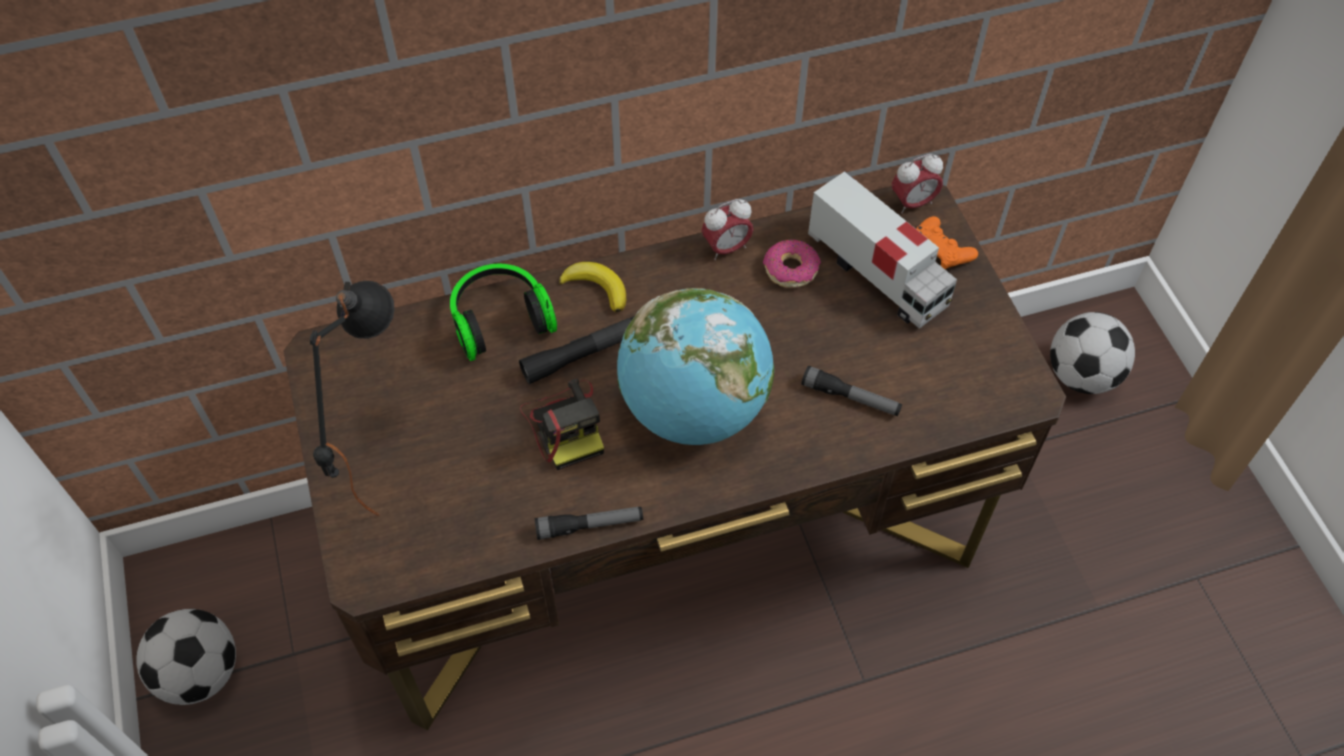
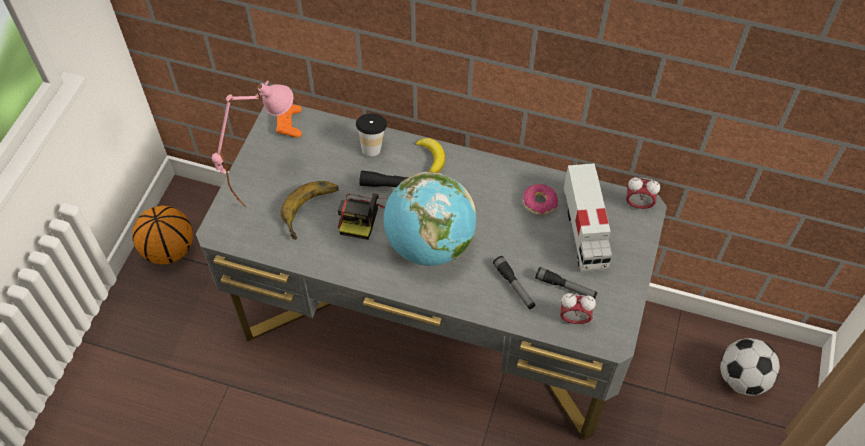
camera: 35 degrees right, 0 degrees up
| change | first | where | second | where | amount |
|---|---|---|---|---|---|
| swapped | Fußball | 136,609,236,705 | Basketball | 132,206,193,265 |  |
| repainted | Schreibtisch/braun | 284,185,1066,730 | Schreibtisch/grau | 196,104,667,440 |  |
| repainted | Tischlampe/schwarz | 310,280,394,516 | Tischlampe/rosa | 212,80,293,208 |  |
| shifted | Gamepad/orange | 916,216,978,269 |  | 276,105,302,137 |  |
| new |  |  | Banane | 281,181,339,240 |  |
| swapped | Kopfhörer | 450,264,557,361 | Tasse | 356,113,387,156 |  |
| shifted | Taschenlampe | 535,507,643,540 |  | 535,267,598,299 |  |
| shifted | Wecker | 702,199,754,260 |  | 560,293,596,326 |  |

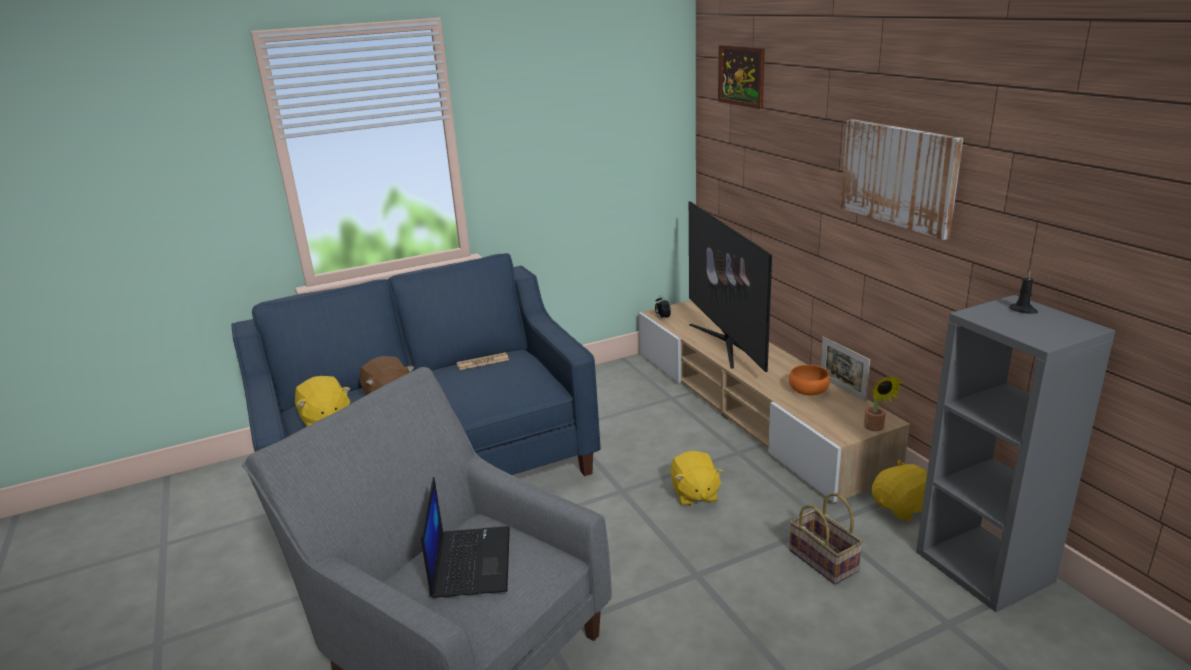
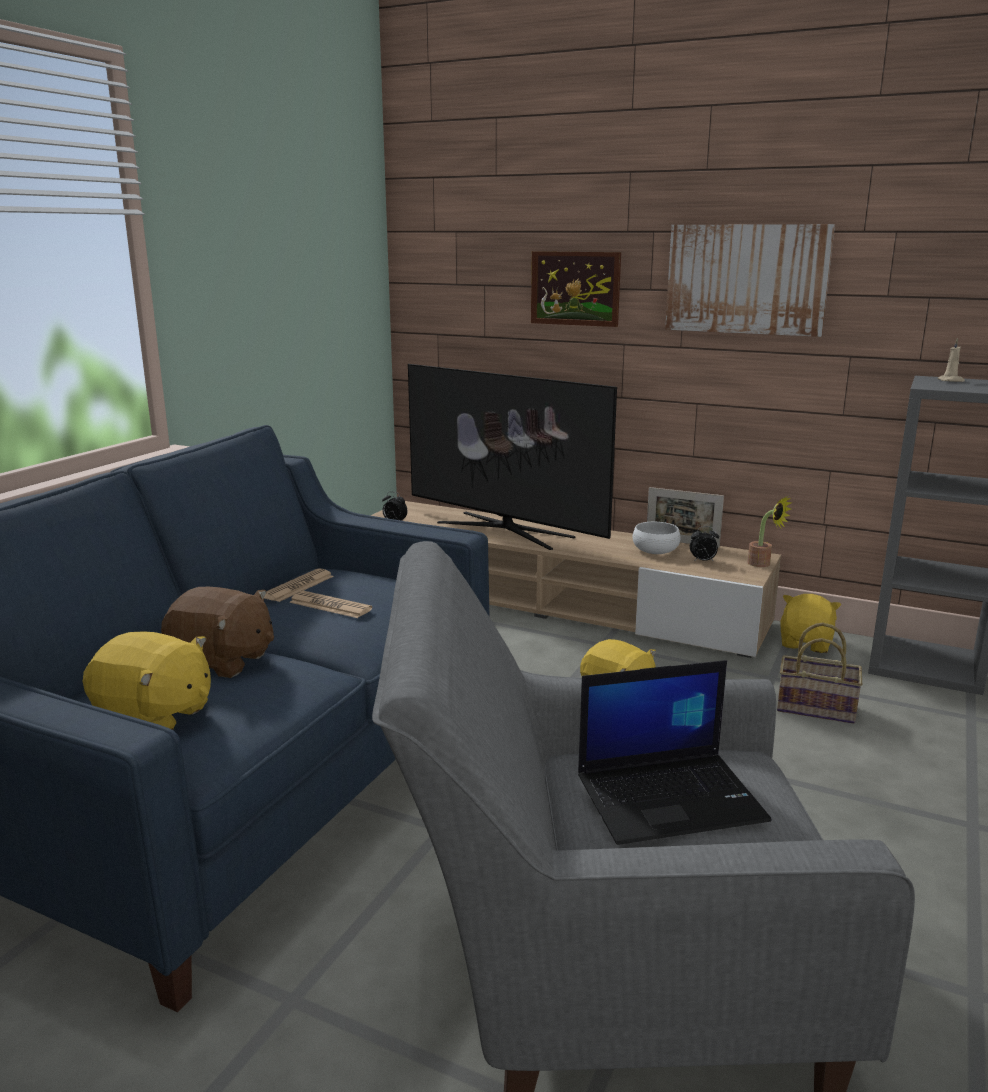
camera: 40 degrees left, 5 degrees down
| change | first | where | second | where | amount |
|---|---|---|---|---|---|
| new |  |  | Zeitung | 289,591,373,618 |  |
| shifted | Bild | 718,45,765,109 |  | 531,251,621,327 |  |
| rotated | Laptop | 421,477,510,598 |  | 578,660,772,845 | 120 degrees clockwise |
| repainted | Schüssel/orange | 789,365,830,395 | Schüssel/weiß | 633,522,681,554 |  |
| new |  |  | Wecker | 690,526,719,562 |  |
| repainted | Kerze/schwarz | 1010,271,1038,314 | Kerze/beige | 937,338,965,382 |  |

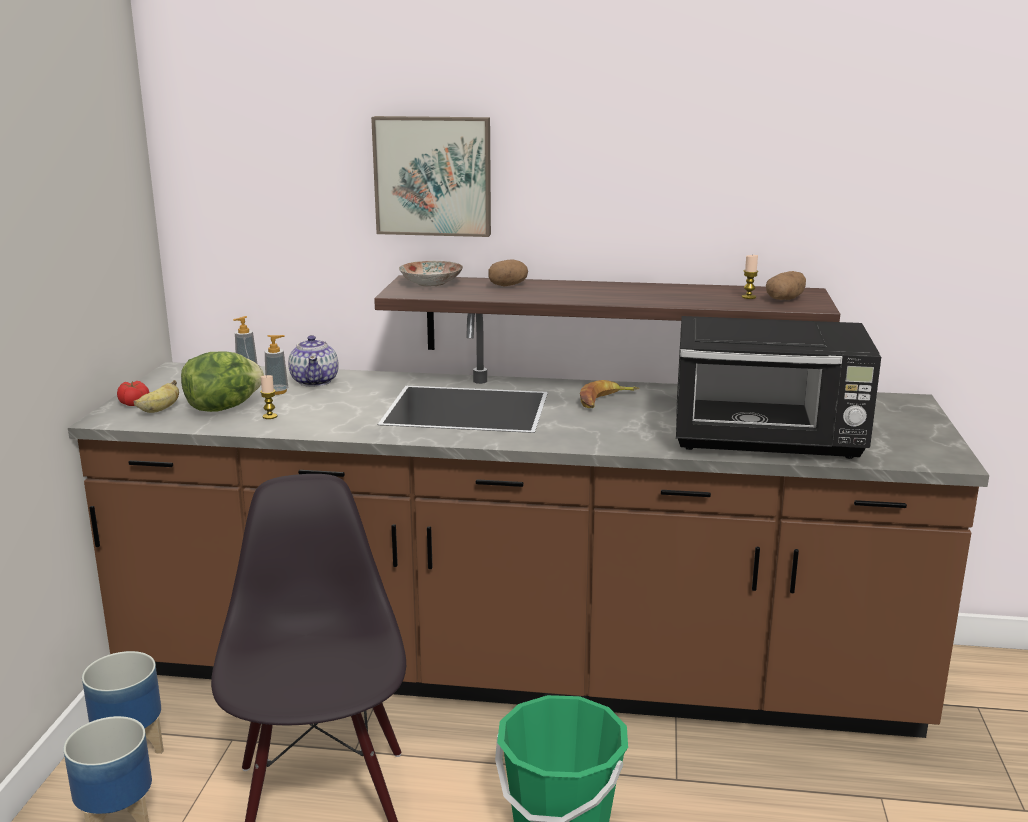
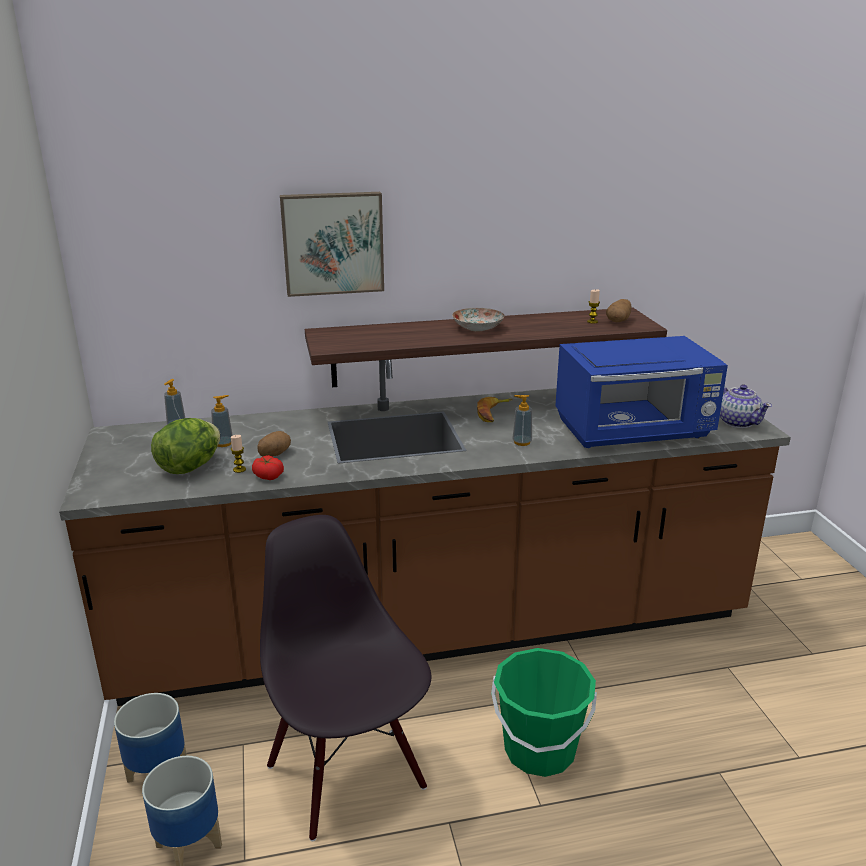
camera: 20 degrees left, 5 degrees up
| change | first | where | second | where | amount |
|---|---|---|---|---|---|
| shifted | Tomate | 117,381,150,406 |  | 252,455,284,480 |  |
| shifted | Kartoffel | 488,259,528,286 |  | 257,431,291,457 |  |
| shifted | Teller | 399,261,463,286 |  | 452,308,505,332 |  |
| new |  |  | Seifenspender | 512,395,532,446 |  |
| repainted | Mikrowelle/schwarz | 676,316,881,459 | Mikrowelle/blau | 555,336,728,448 |  |
| shifted | Teekanne | 288,335,339,387 |  | 720,384,772,428 |  |
| gone | Banane | 133,380,179,413 |  |  |  |

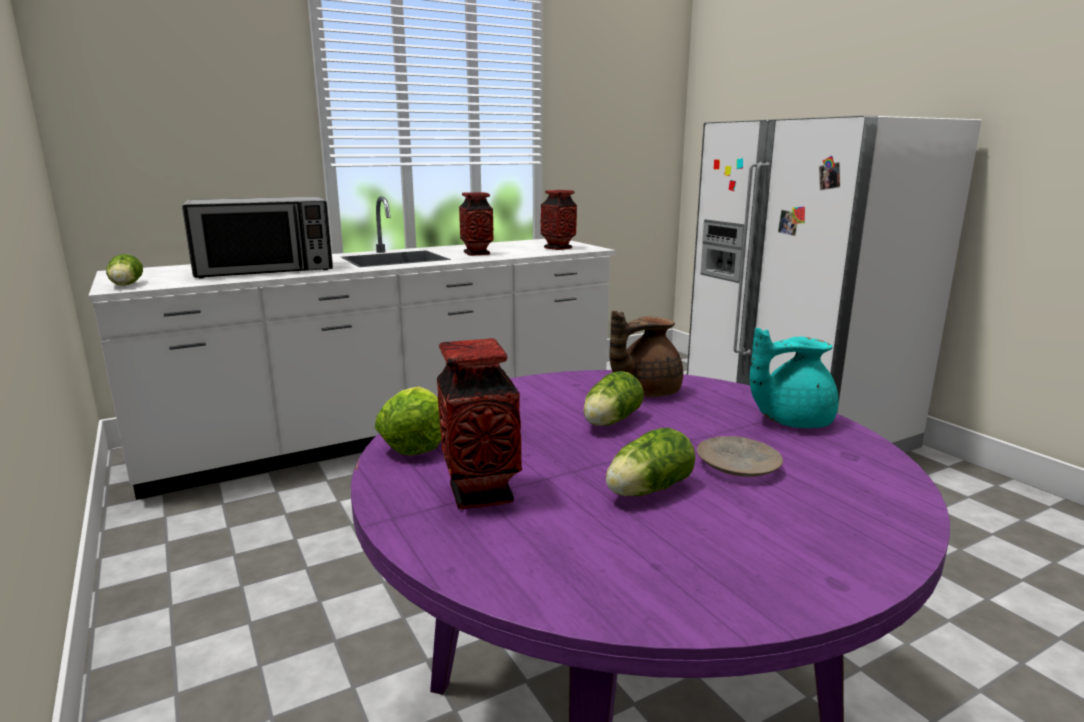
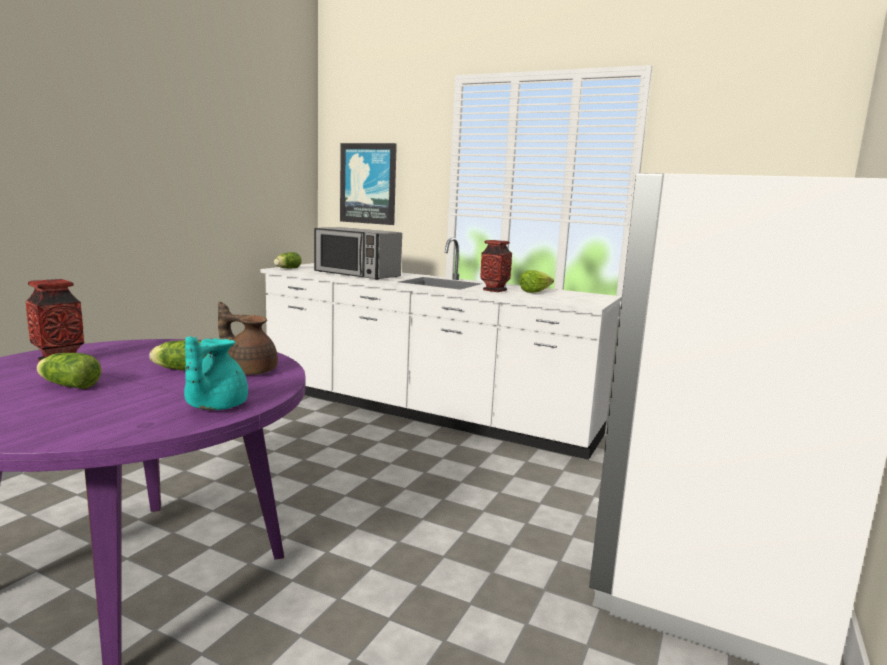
camera: 55 degrees right, 5 degrees down
| change | first | where | second | where | amount |
|---|---|---|---|---|---|
| rotated | Teekanne/türkis | 750,328,839,428 |  | 184,336,248,410 | 120 degrees counterclockwise |
| new |  |  | Bild | 340,143,397,225 |  |
| shifted | Salatkopf | 375,387,441,456 |  | 519,270,554,293 |  |
| gone | Vase | 540,190,577,250 |  |  |  |
| gone | Teller/beige | 697,436,783,477 |  |  |  |

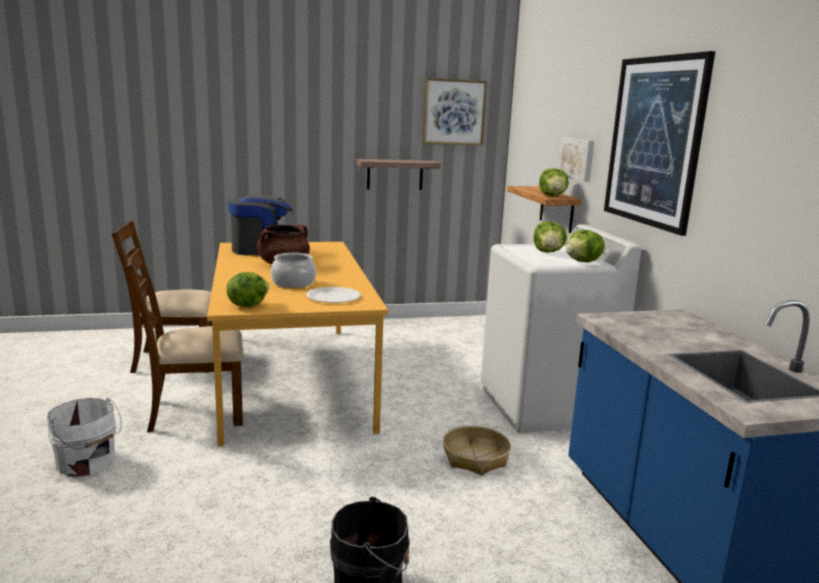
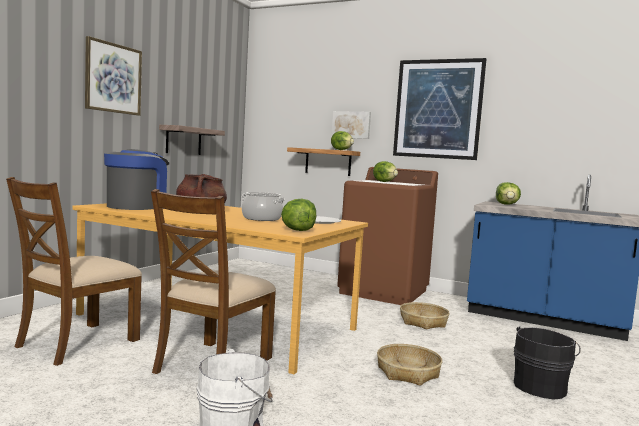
camera: 50 degrees left, 10 degrees down
| change | first | where | second | where | amount |
|---|---|---|---|---|---|
| shifted | Bild | 423,78,487,145 |  | 85,36,142,116 |  |
| repainted | Waschmaschine/weiß | 481,225,641,433 | Waschmaschine/braun | 337,167,438,305 |  |
| new |  |  | Korb | 377,344,442,386 |  |
| shifted | Salatkopf | 566,230,605,262 |  | 496,182,521,205 |  |

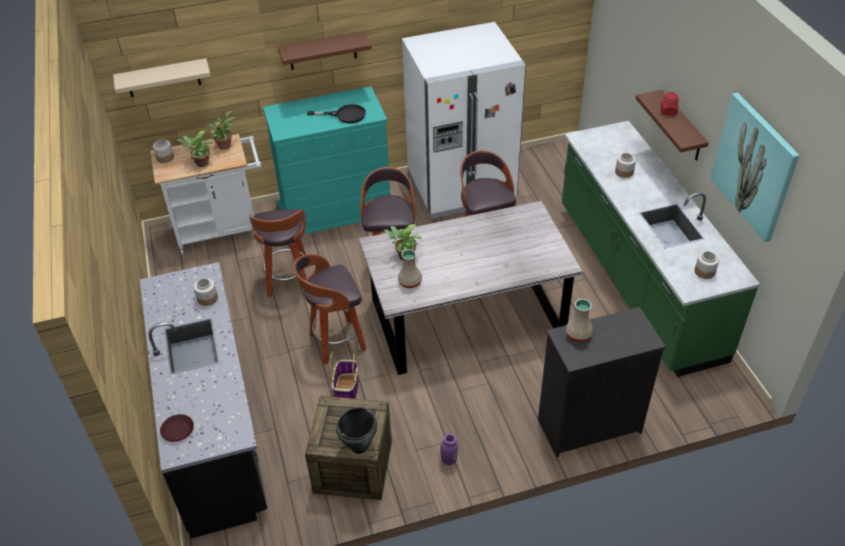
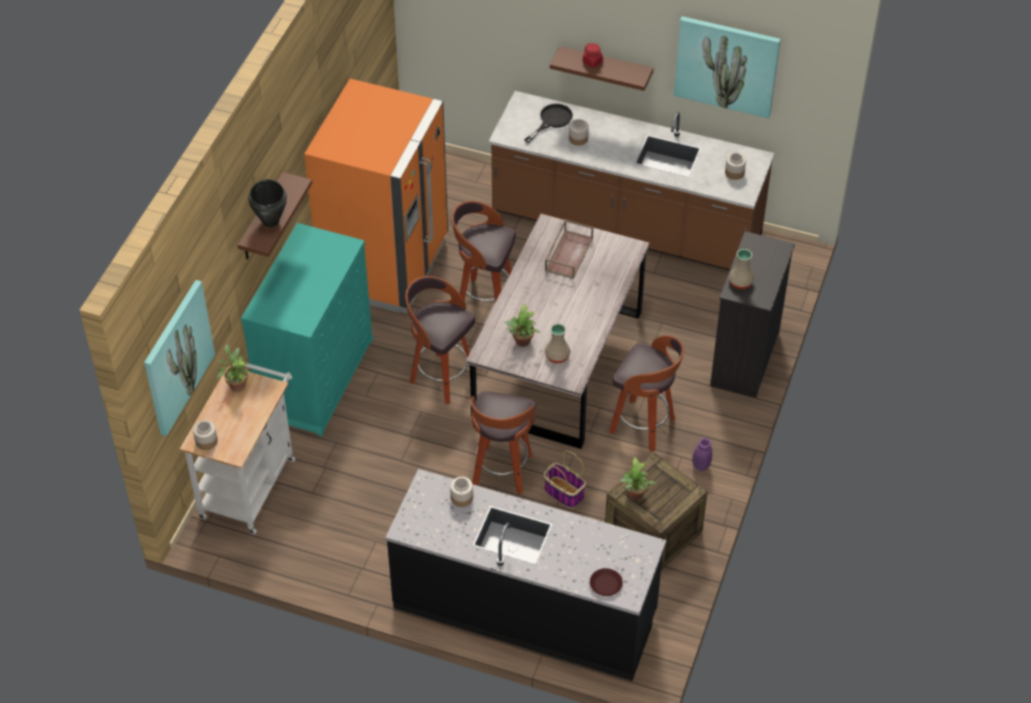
camera: 55 degrees left, 5 degrees up
| change | first | where | second | where | amount |
|---|---|---|---|---|---|
| swapped | Wandregal/beige | 113,58,211,97 | Bild | 144,280,215,436 |  |
| shifted | Kochtopf/schwarz | 336,407,377,454 |  | 248,179,287,227 |  |
| repainted | Kühlschrank/weiß | 402,22,526,219 | Kühlschrank/orange | 304,79,448,314 |  |
| repainted | Küchenzeile/grün | 562,121,760,377 | Küchenzeile/braun | 489,91,775,270 |  |
| shifted | Pfanne/schwarz | 307,104,366,123 |  | 524,104,573,143 |  |
| new |  |  | Tablett/braun | 545,219,593,279 |  |
| shifted | Hocker | 249,209,307,298 |  | 609,336,684,452 |  |
| shifted | Topfpflanze | 177,131,213,167 |  | 620,457,656,500 |  |

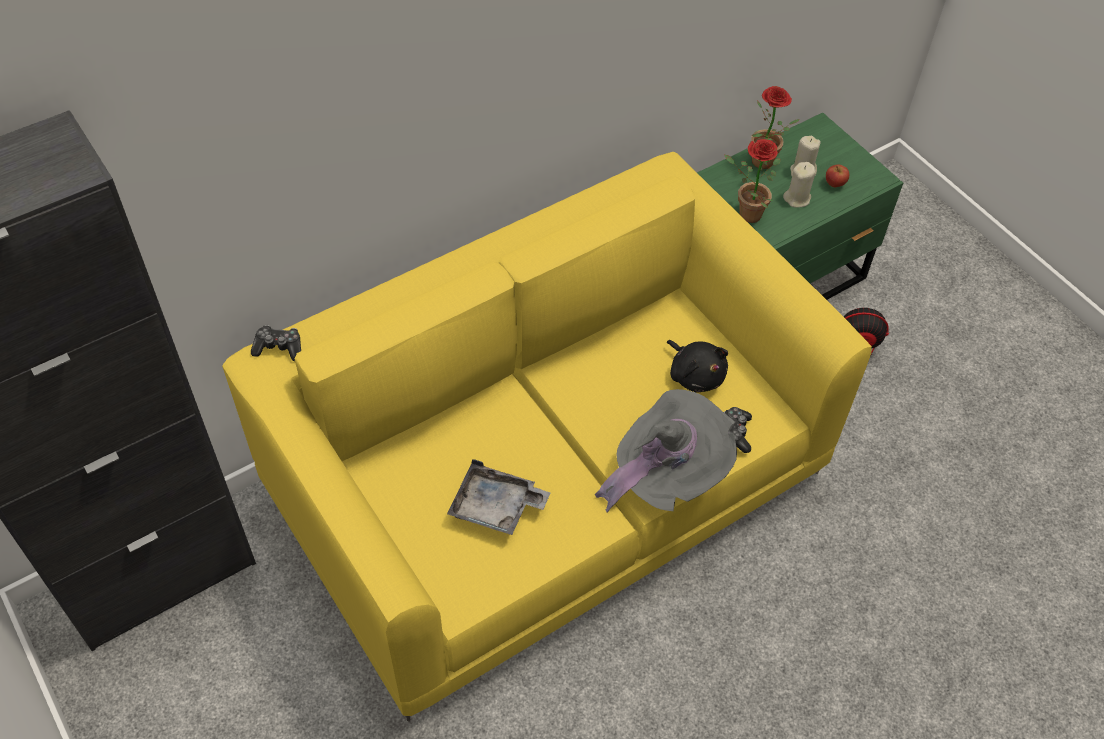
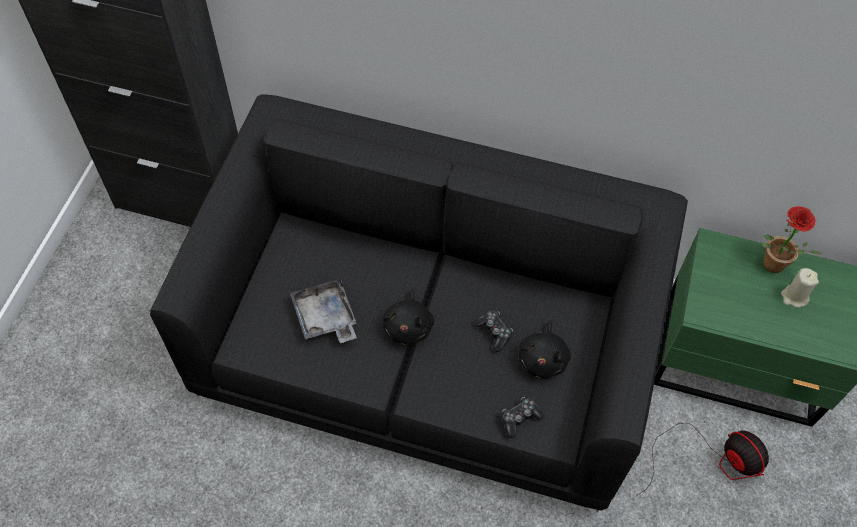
camera: 50 degrees right, 5 degrees up
| change | first | where | second | where | amount |
|---|---|---|---|---|---|
| repainted | Sofa/gelb | 222,152,872,722 | Sofa/schwarz | 150,94,688,512 |  |
| new |  |  | Plüschtier/schwarz | 383,289,434,345 |  |
| shifted | Gamepad | 251,325,301,361 |  | 474,311,513,352 |  |
| gone | Hut/grau | 595,389,737,512 |  |  |  |
| gone | Topfpflanze | 725,139,781,223 |  |  |  |
| gone | Kerze/beige | 783,162,816,208 |  |  |  |
| gone | Apfel | 826,165,849,187 |  |  |  |

